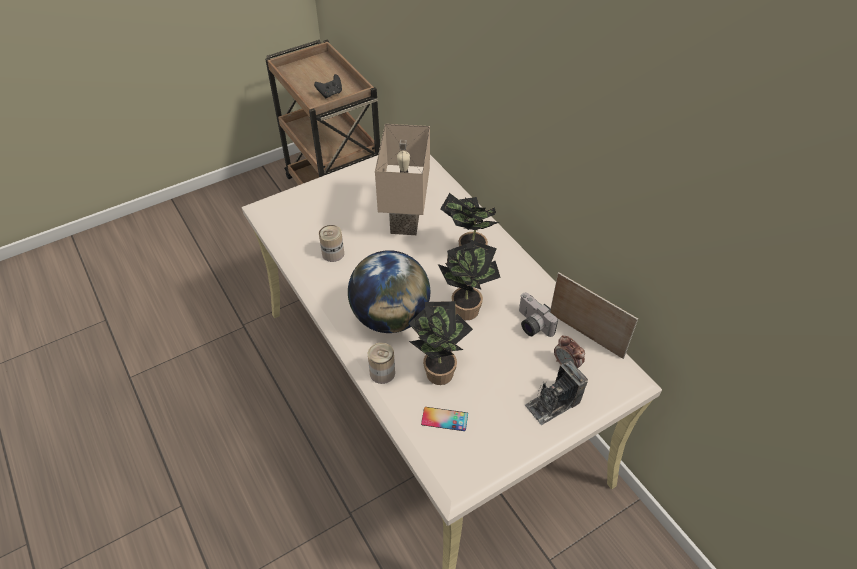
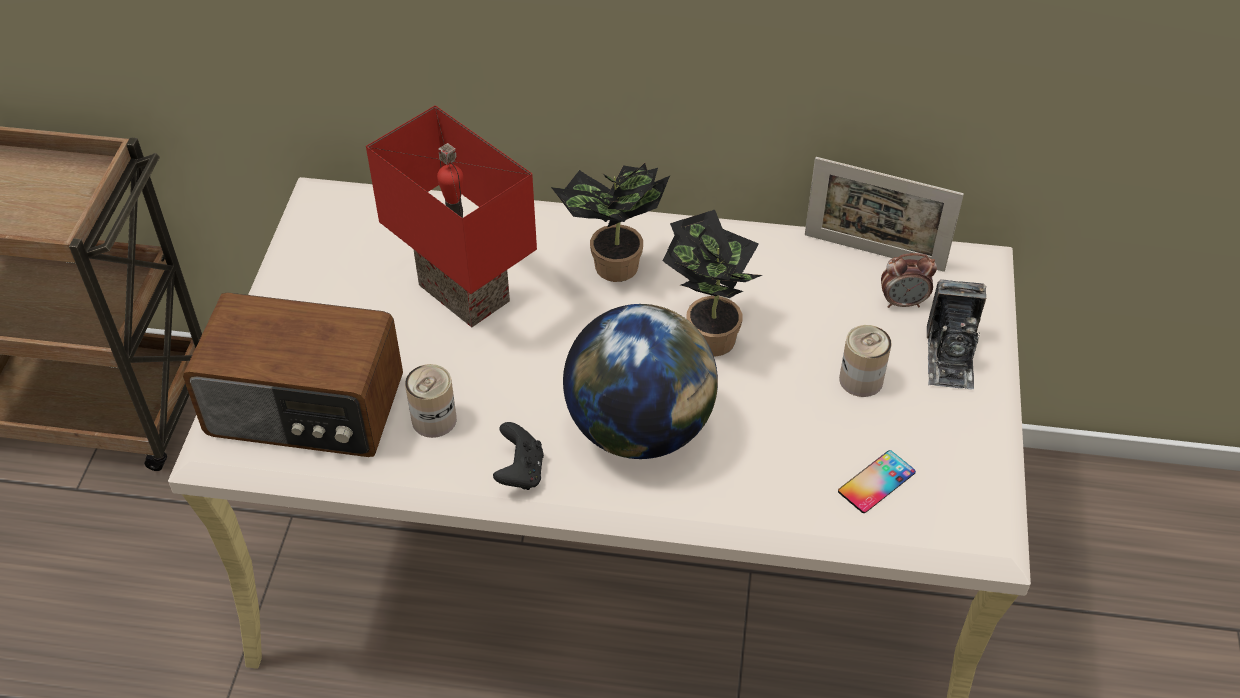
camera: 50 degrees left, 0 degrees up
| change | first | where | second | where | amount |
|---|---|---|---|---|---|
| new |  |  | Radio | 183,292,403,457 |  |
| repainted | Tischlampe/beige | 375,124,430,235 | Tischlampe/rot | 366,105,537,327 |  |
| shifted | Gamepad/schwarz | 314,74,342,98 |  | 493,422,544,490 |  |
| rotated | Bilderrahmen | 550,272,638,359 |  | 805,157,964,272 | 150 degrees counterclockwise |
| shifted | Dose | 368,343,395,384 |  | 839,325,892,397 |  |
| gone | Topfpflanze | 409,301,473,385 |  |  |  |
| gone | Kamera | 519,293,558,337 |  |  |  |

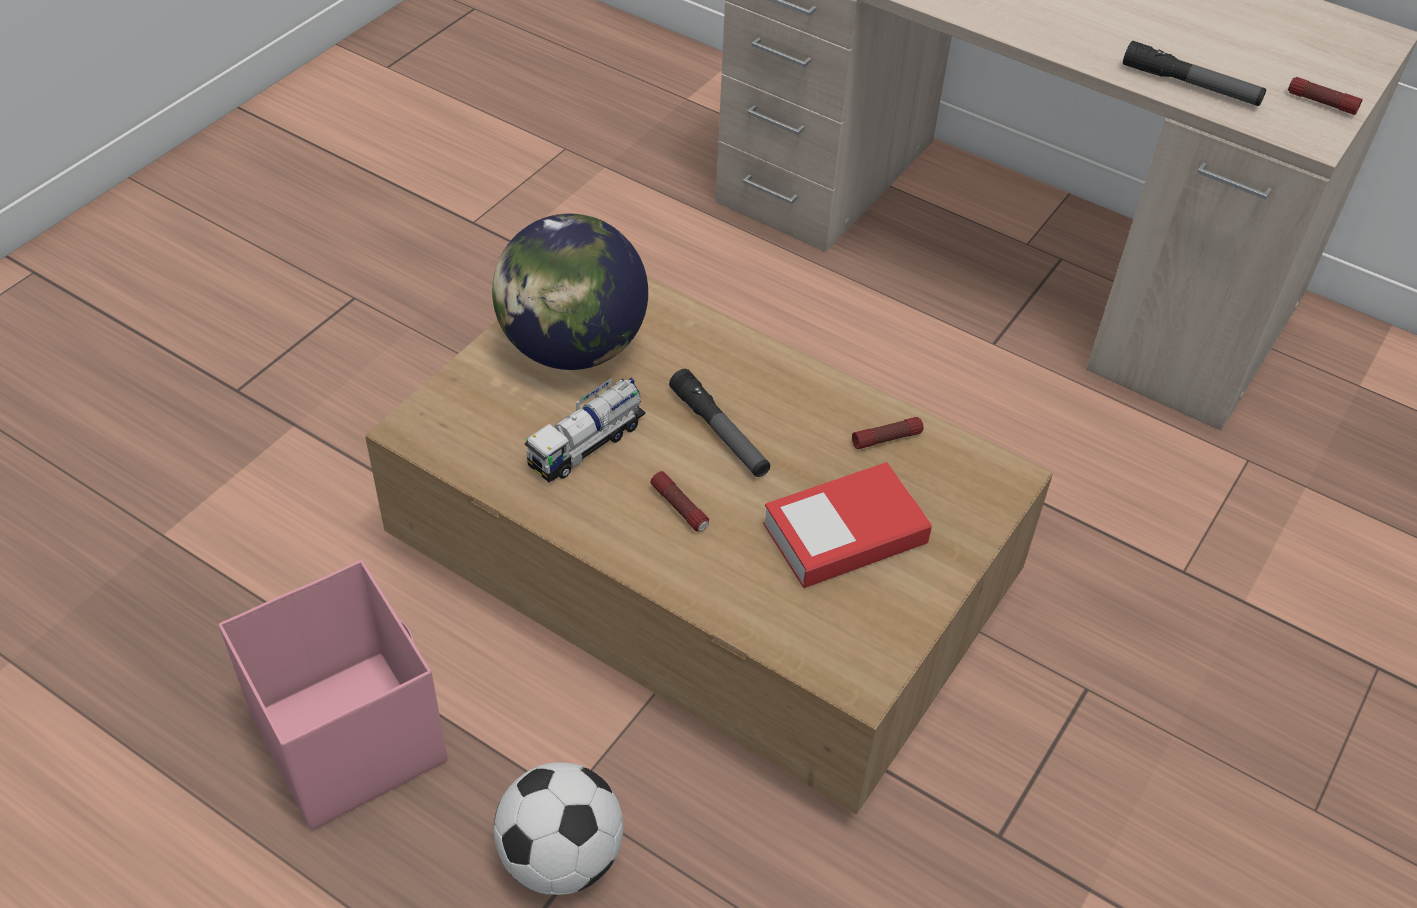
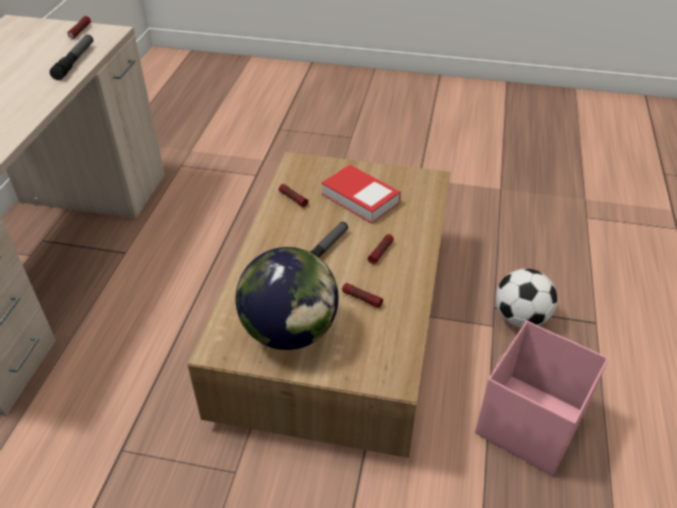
camera: 110 degrees left, 5 degrees down
| change | first | where | second | where | amount |
|---|---|---|---|---|---|
| swapped | Spielzeuglaster | 524,378,645,483 | Taschenlampe | 342,283,383,308 |  |

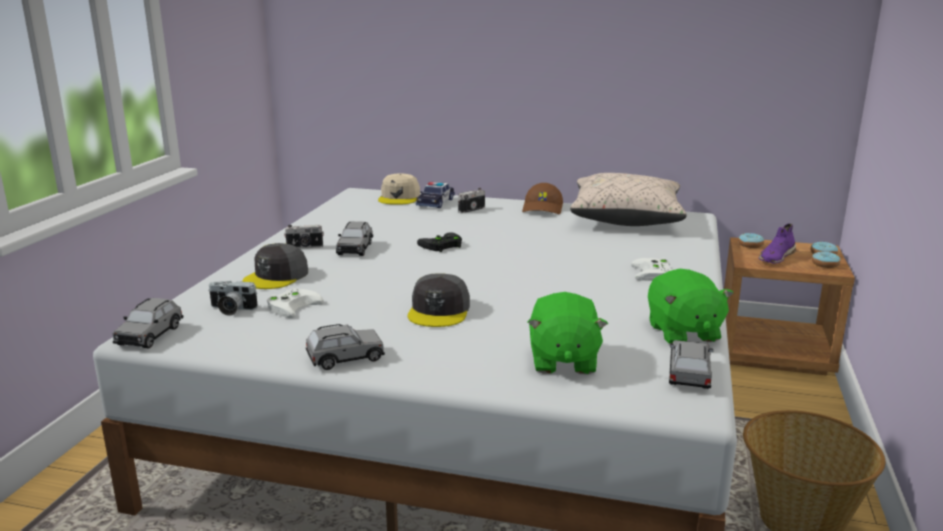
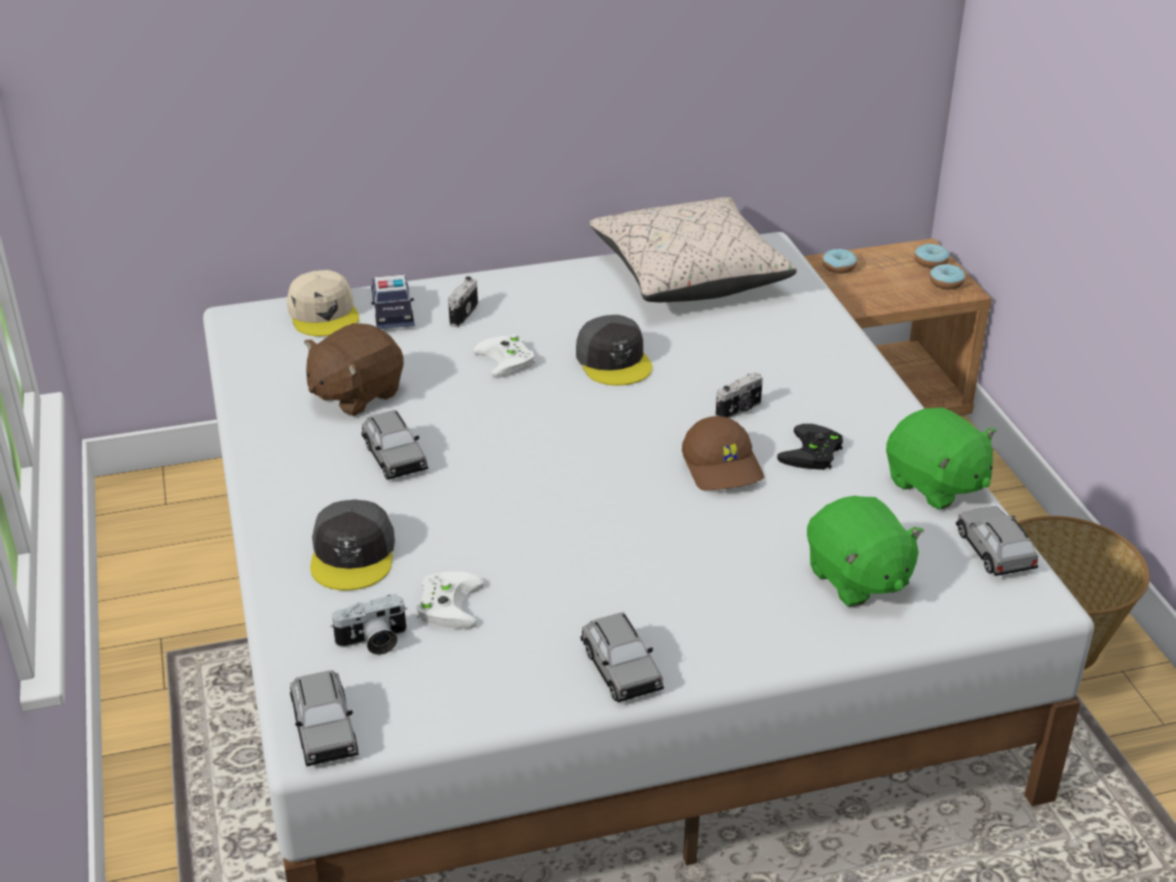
camera: 30 degrees left, 15 degrees up
| change | first | where | second | where | amount |
|---|---|---|---|---|---|
| new |  |  | Plüschtier/braun | 304,323,404,416 |  |
| shifted | Gamepad/weiß | 631,258,673,281 |  | 473,334,535,378 |  |
| shifted | Kappe/grau | 408,274,470,327 |  | 576,315,652,386 |  |
| rotated | Spielzeugauto/grau | 306,324,385,370 |  | 580,612,664,702 | 120 degrees clockwise |
| shifted | Kappe/braun | 522,183,563,214 |  | 682,416,764,490 |  |
| shifted | Kamera | 284,225,324,248 |  | 716,372,763,418 |  |
| shifted | Gamepad/schwarz | 417,232,462,252 |  | 777,424,843,470 |  |
| gone | Schuh/lila | 759,223,796,264 |  |  |  |

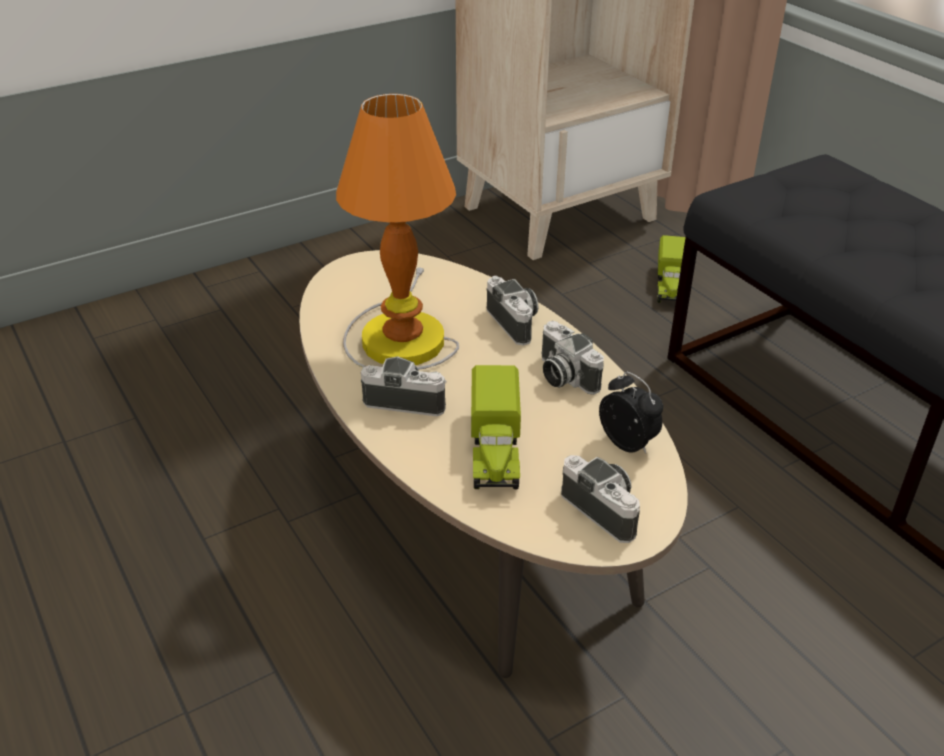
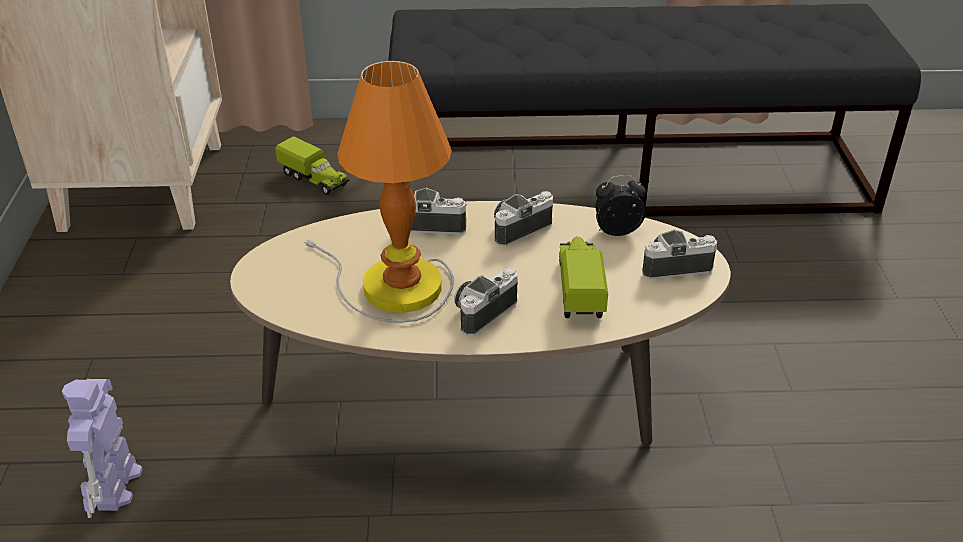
camera: 60 degrees left, 0 degrees up
| change | first | where | second | where | amount |
|---|---|---|---|---|---|
| new |  |  | Spielzeugroboter | 62,379,143,518 |  |
| rotated | Kamera | 541,321,604,395 |  | 494,191,553,246 | 150 degrees clockwise |
| rotated | Spielzeuglaster | 471,365,521,489 |  | 559,237,608,318 | 120 degrees counterclockwise |

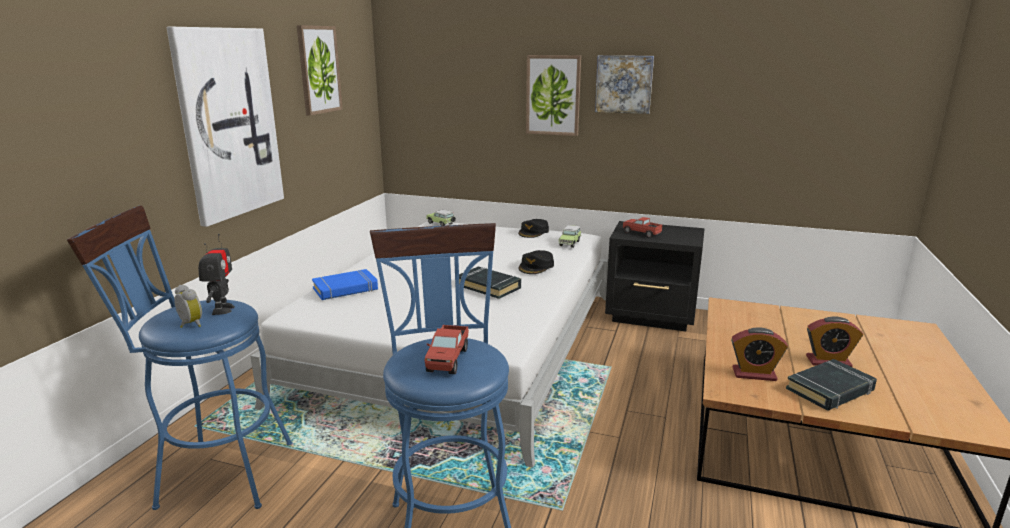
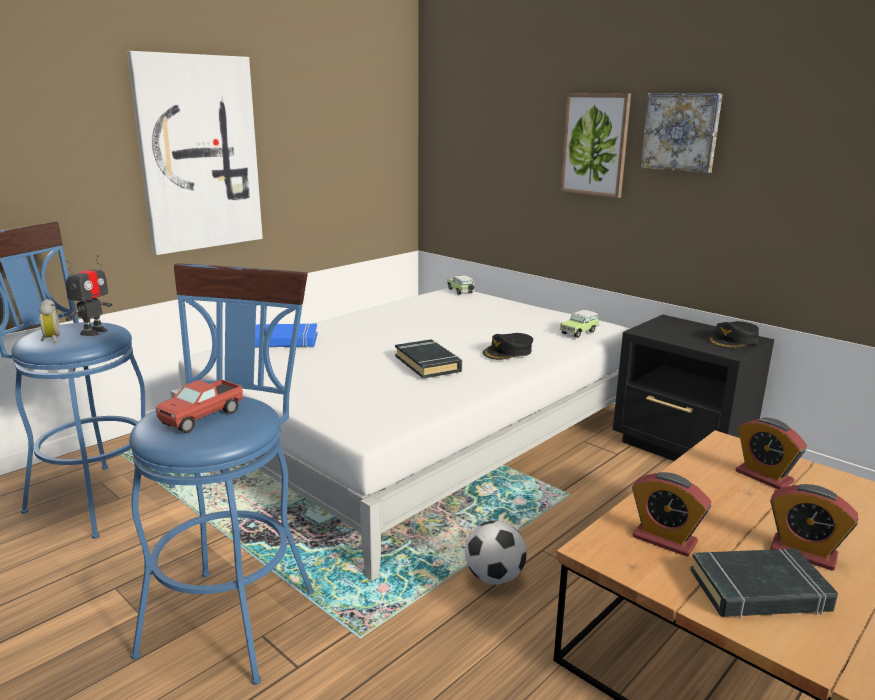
camera: 25 degrees right, 0 degrees up
| change | first | where | second | where | amount |
|---|---|---|---|---|---|
| new |  |  | Fußball | 465,521,527,585 |  |
| shifted | Kappe/schwarz | 518,219,549,238 |  | 708,321,759,348 |  |
| new |  |  | Wecker | 735,418,807,489 |  |
| gone | Bild | 297,25,343,116 |  |  |  |
| gone | Spielzeuglaster | 623,217,662,238 |  |  |  |

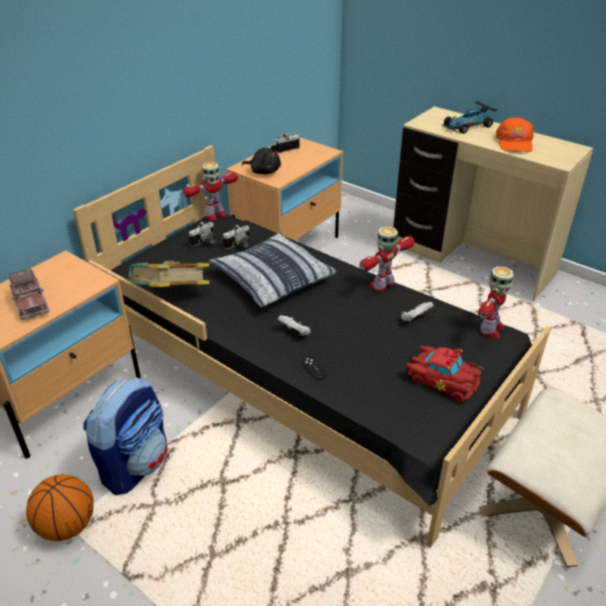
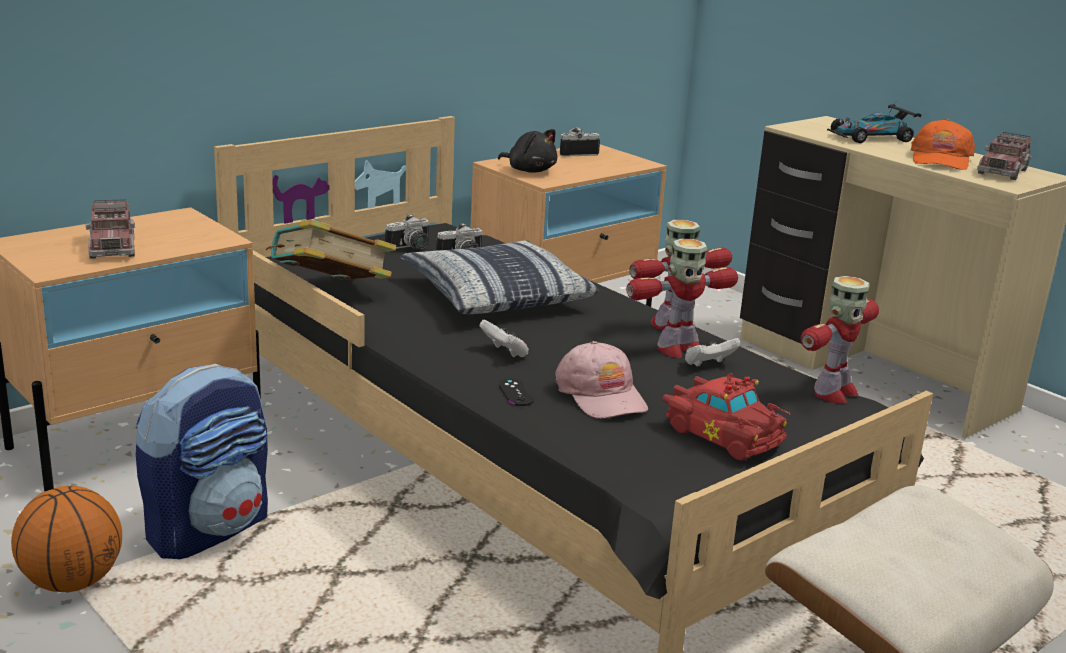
camera: 10 degrees right, 15 degrees down
| change | first | where | second | where | amount |
|---|---|---|---|---|---|
| new |  |  | Kappe/rosa | 555,341,648,419 |  |
| shifted | Spielzeugroboter | 182,162,238,221 |  | 626,239,738,358 |  |
| new |  |  | Spielzeuglaster | 977,132,1032,180 |  |

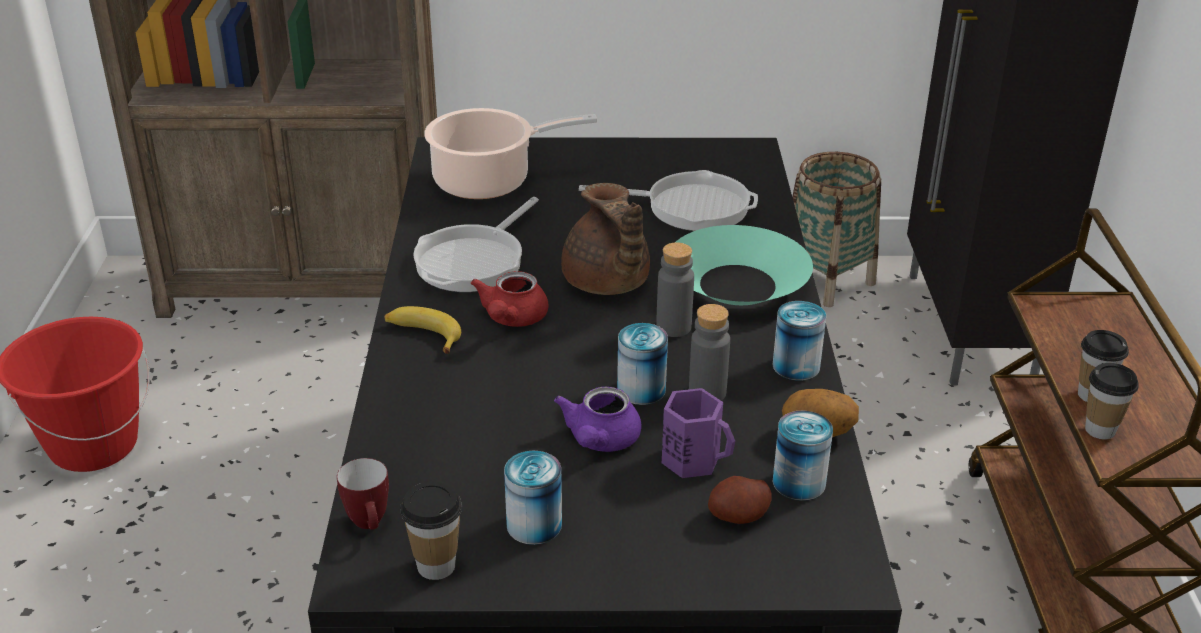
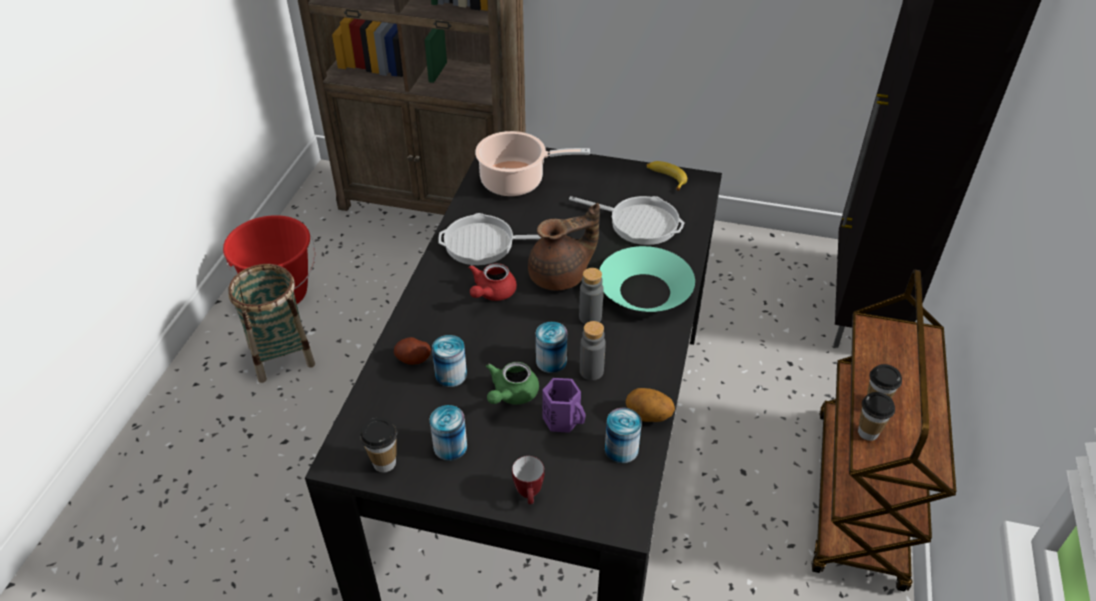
camera: 15 degrees right, 10 degrees up
| change | first | where | second | where | amount |
|---|---|---|---|---|---|
| shifted | Korb | 792,152,881,307 |  | 228,264,315,383 |  |
| shifted | Kartoffel | 708,476,772,524 |  | 394,337,431,365 |  |
| shifted | Dose | 773,301,826,380 |  | 432,335,467,387 |  |
| rotated | Pfanne | 413,197,539,292 |  | 438,213,541,265 | 45 degrees clockwise |
| repainted | Teekanne/lila | 554,387,641,452 | Teekanne/grün | 486,362,539,405 |  |
| shifted | Henkelbecher | 337,458,389,530 |  | 512,456,544,504 |  |
| rotated | Teekanne/braun | 561,183,650,295 |  | 528,203,600,290 | 105 degrees counterclockwise |
| shifted | Banane | 384,306,461,354 |  | 647,161,687,191 |  |

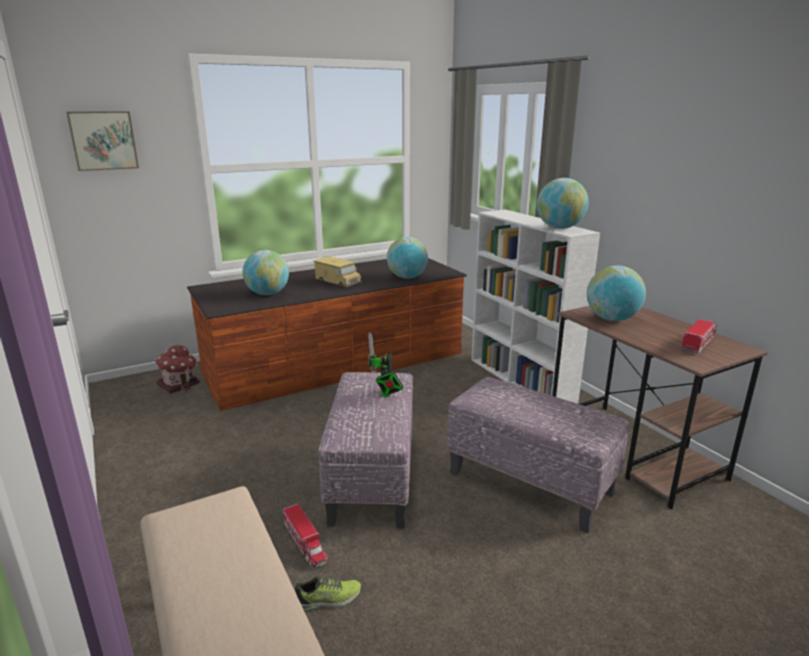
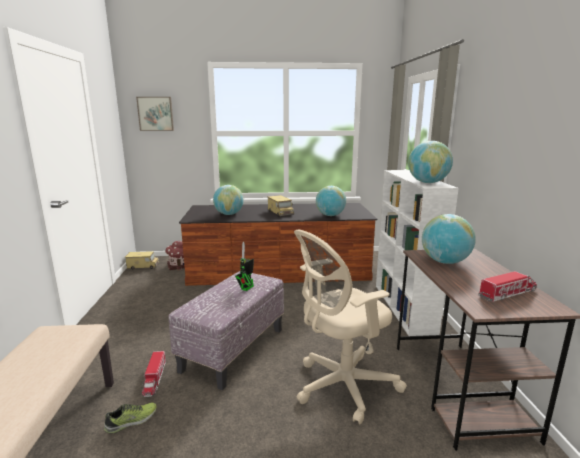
camera: 25 degrees right, 5 degrees down
| change | first | where | second | where | amount |
|---|---|---|---|---|---|
| rotated | Schuh | 295,576,361,612 |  | 104,403,157,434 | 45 degrees counterclockwise |
| new |  |  | Spielzeuglaster | 125,251,160,270 |  |
| swapped | Polsterhocker | 447,377,629,533 | Bürostuhl/beige | 294,230,407,424 |  |

